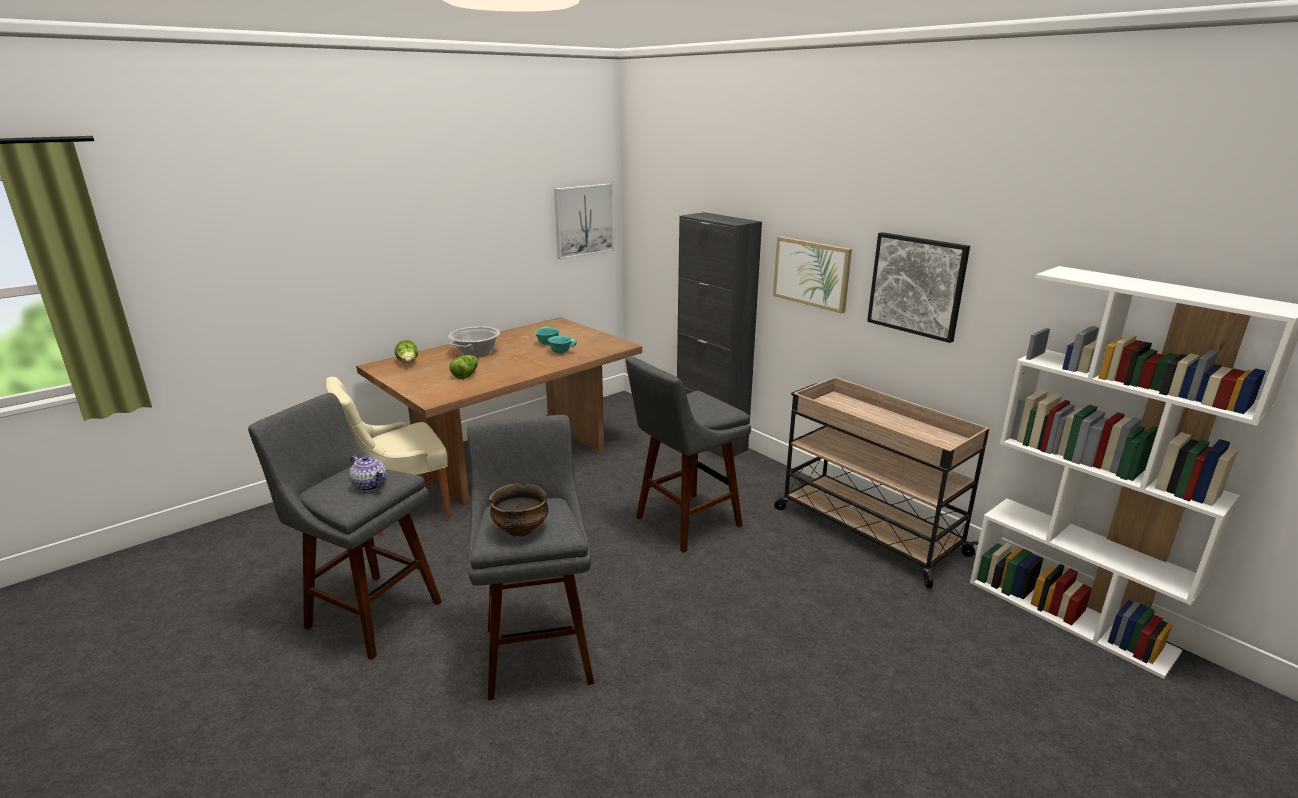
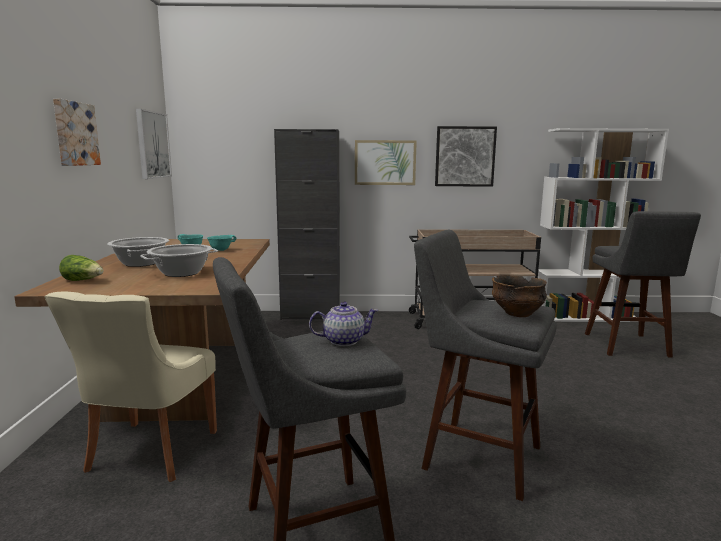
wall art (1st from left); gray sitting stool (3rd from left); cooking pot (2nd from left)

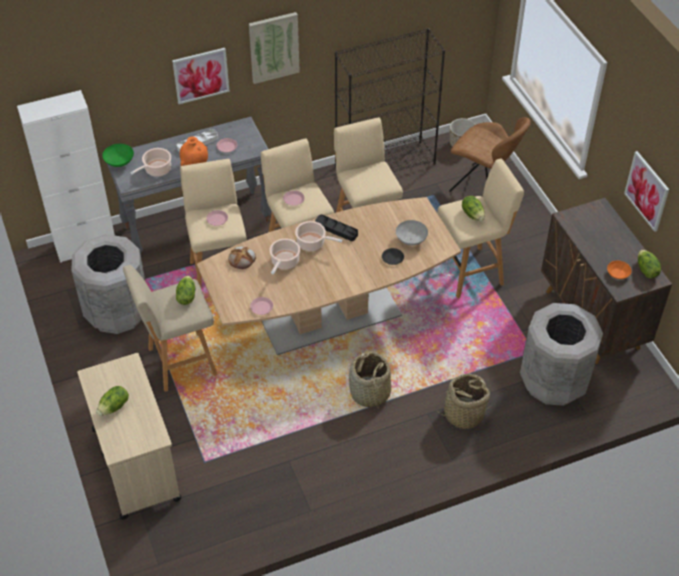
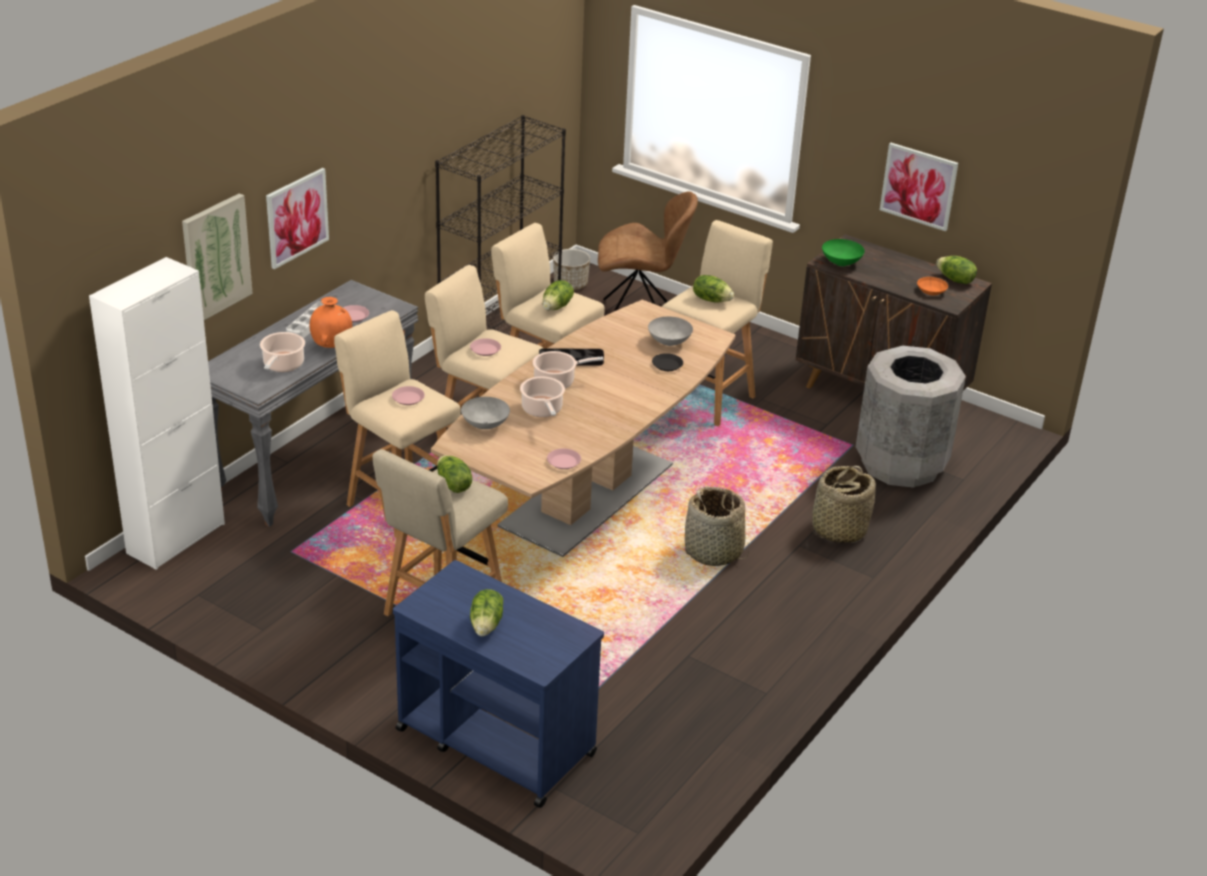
gray trash can (1st from left in the first image); lettuce head (3rd from left); green-coloured bowl; wall art (1st from left); gray bowl (1st from left); bluish trolley

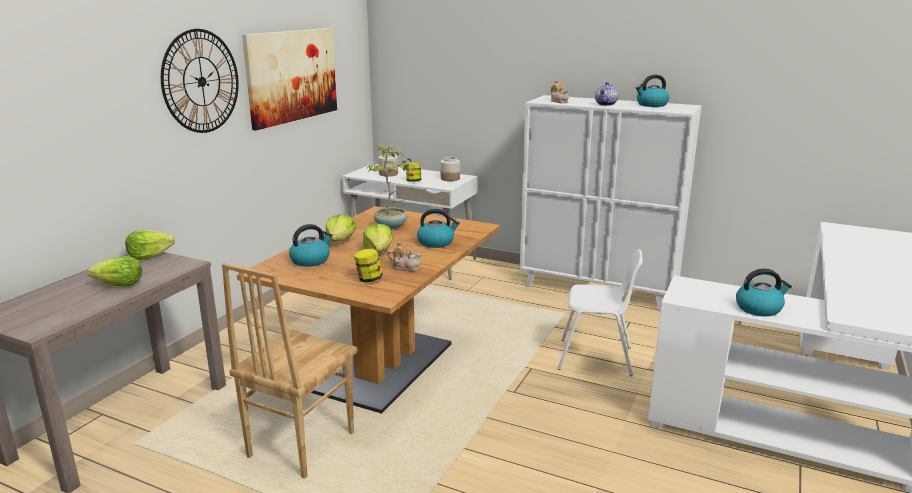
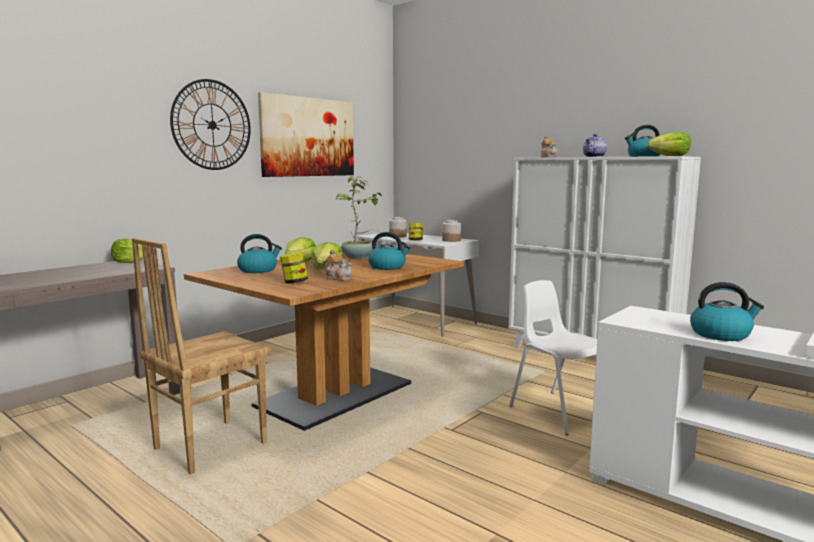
lettuce head (4th from left); white-coloured plain chair

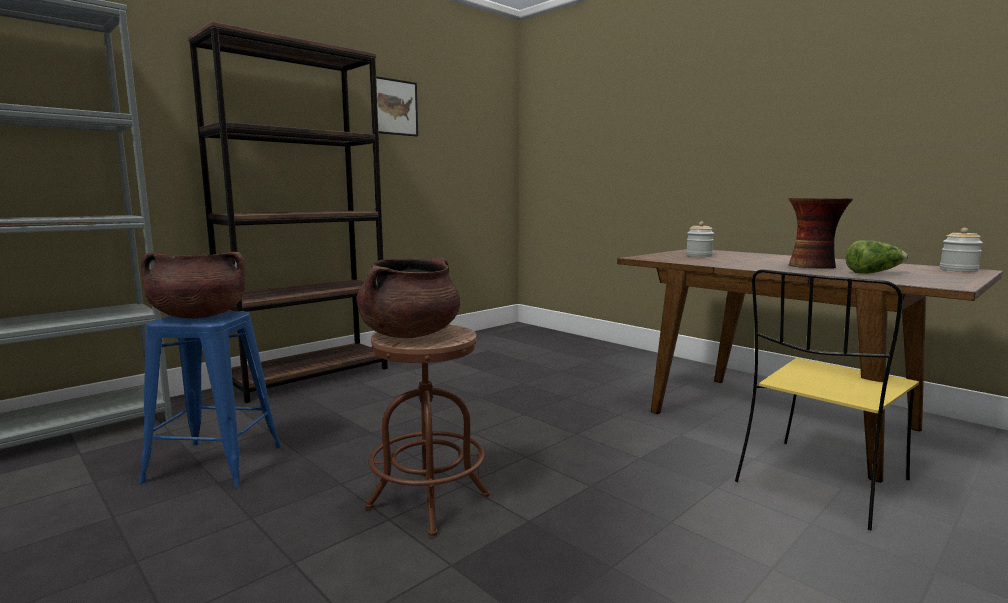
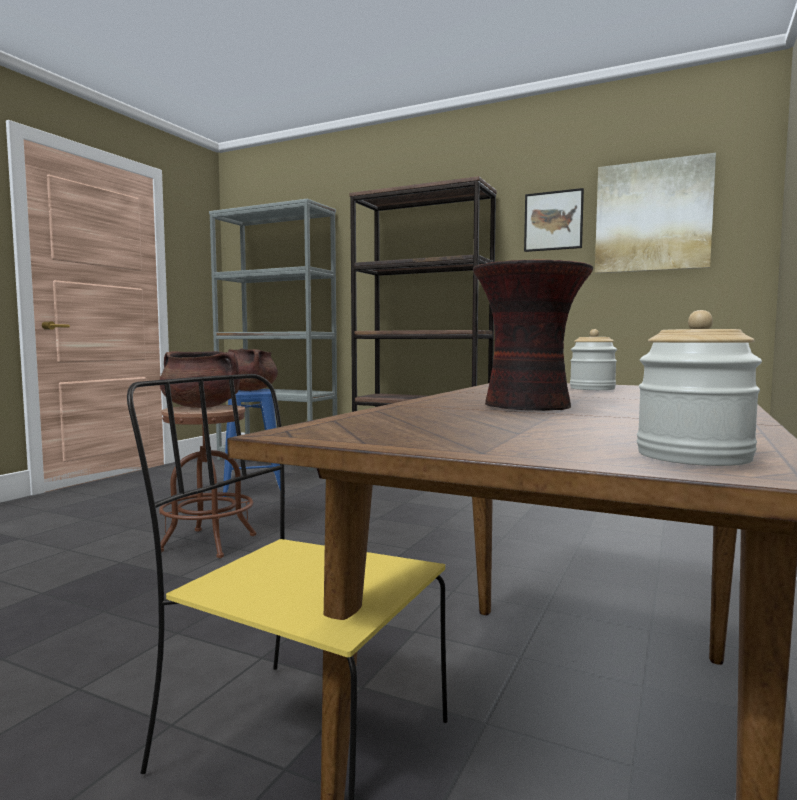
lettuce head; wall art (2nd from left)

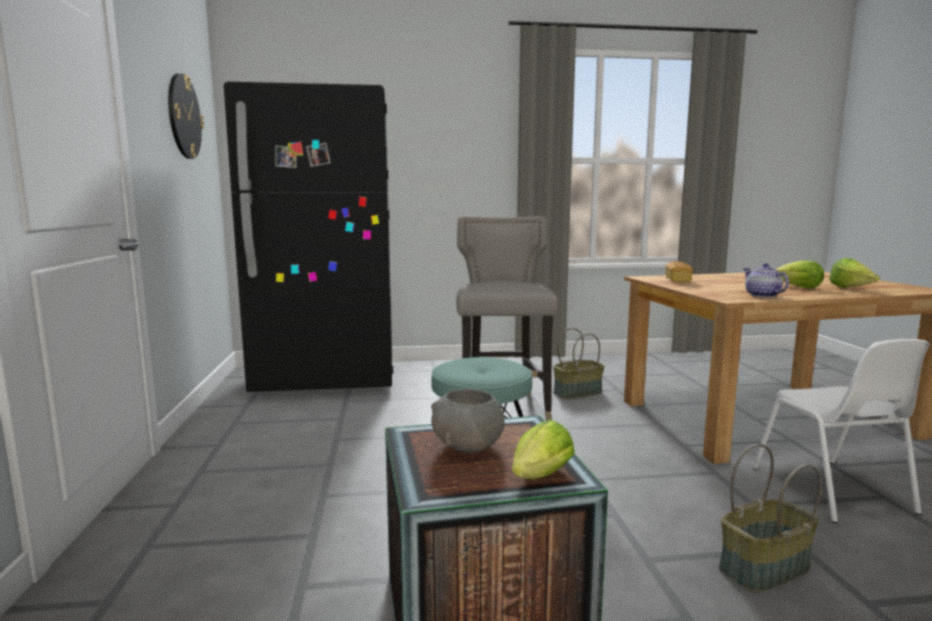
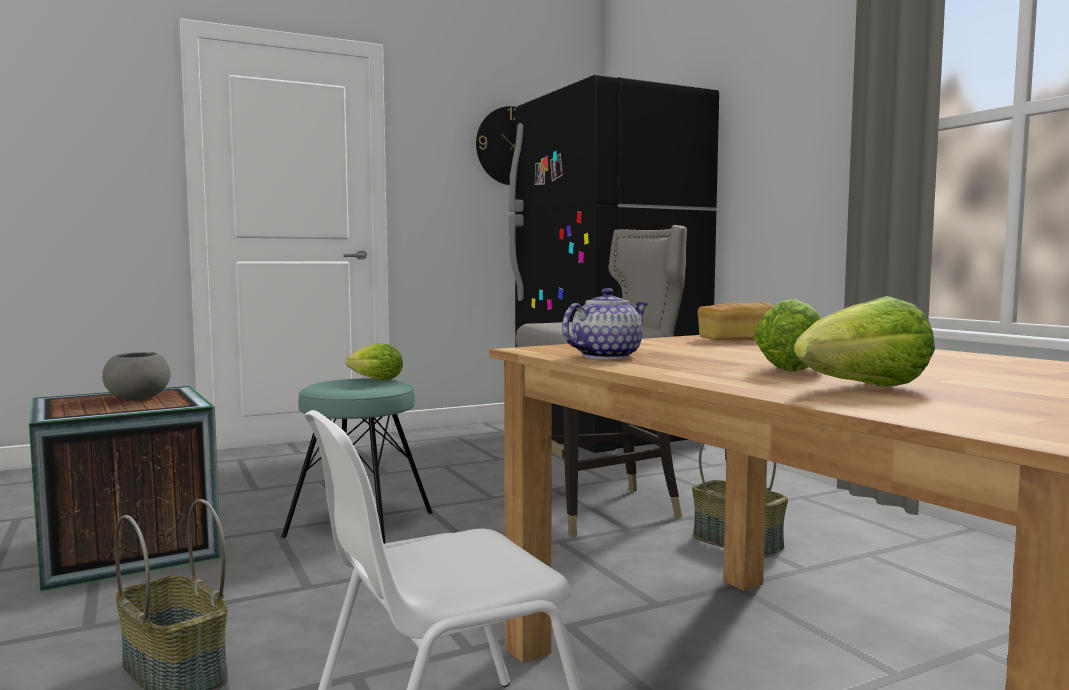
lettuce head (1st from left)

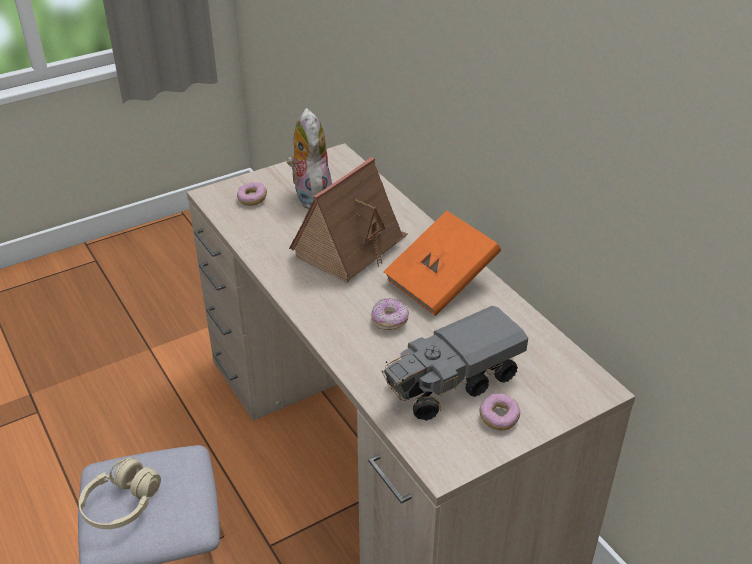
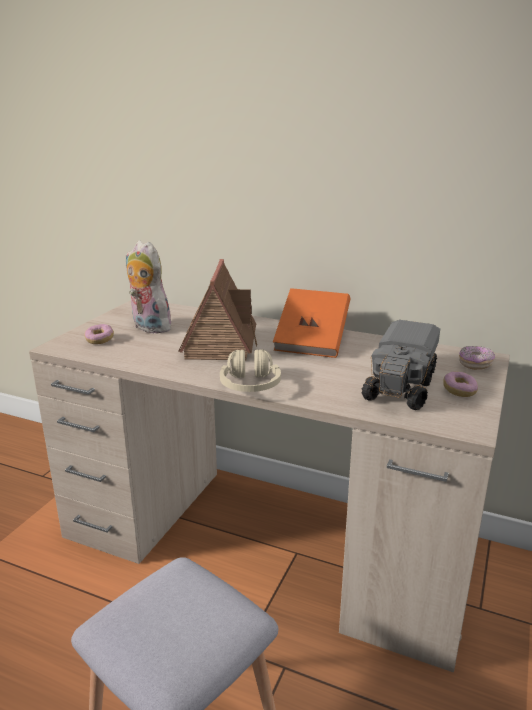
beige-coloured headphones; donut (3rd from left)

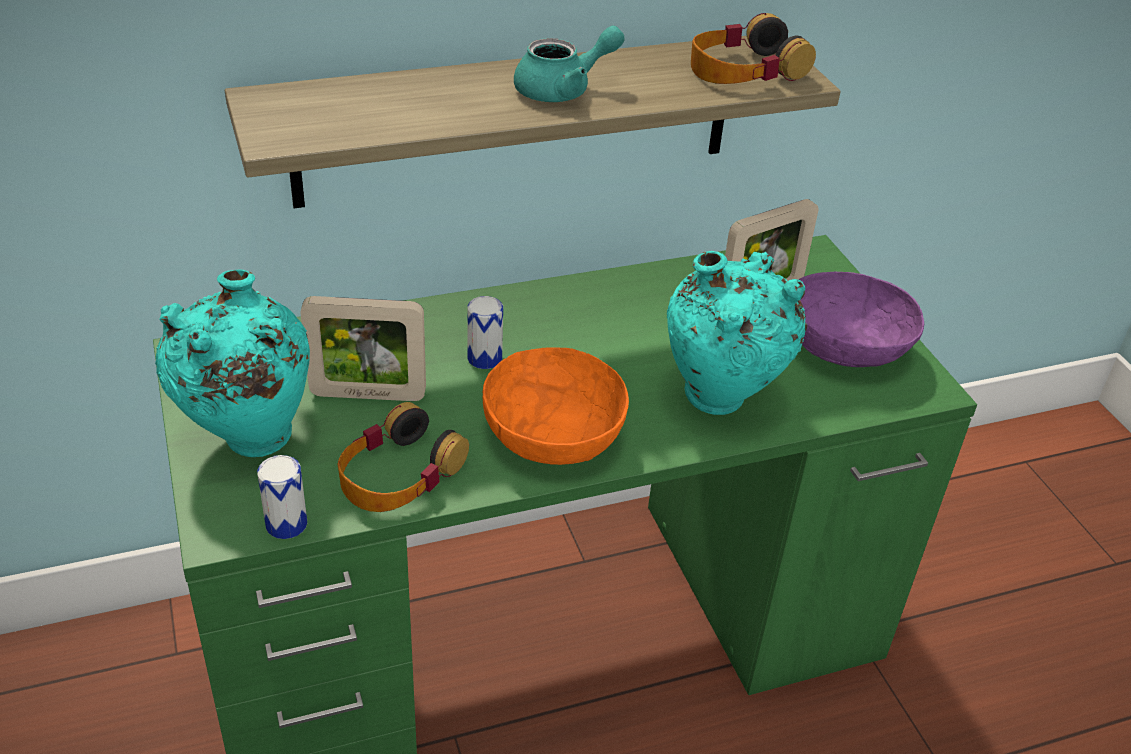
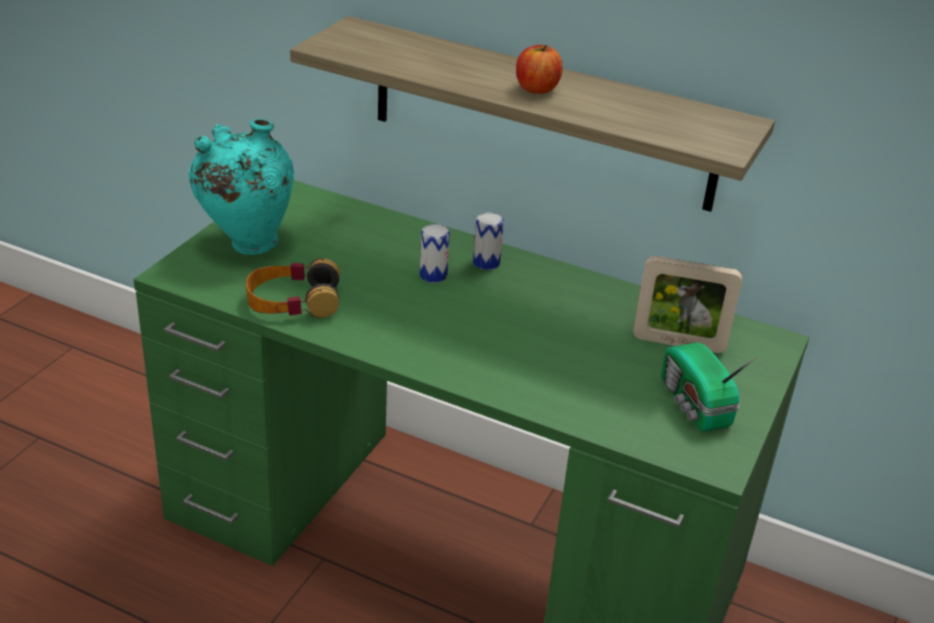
picture frame (1st from left in the first image); orangey bowl; turquoise-coloured flower vase (2nd from left in the first image); headphones (2nd from left in the first image); sealed can (2nd from left); apple; radio receiver

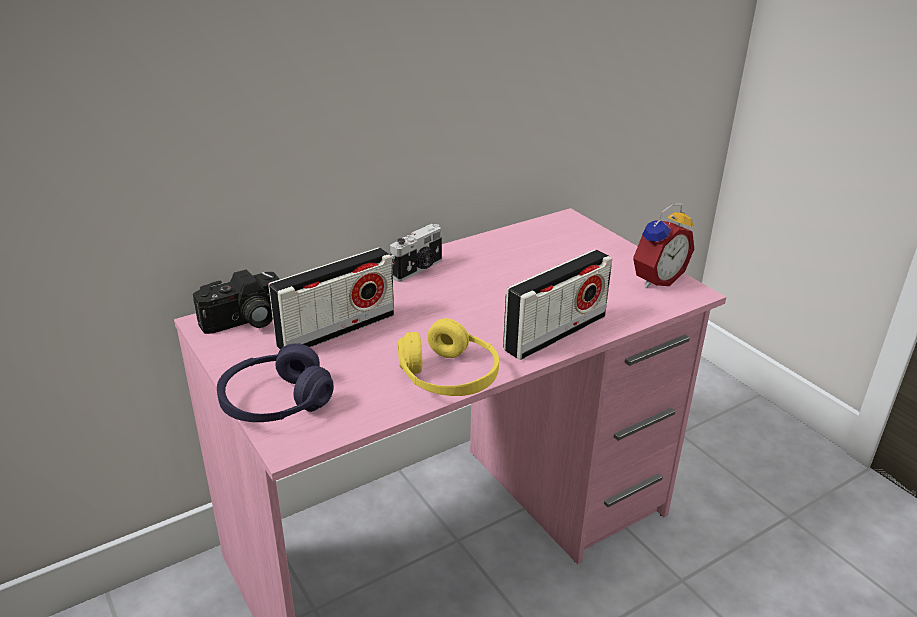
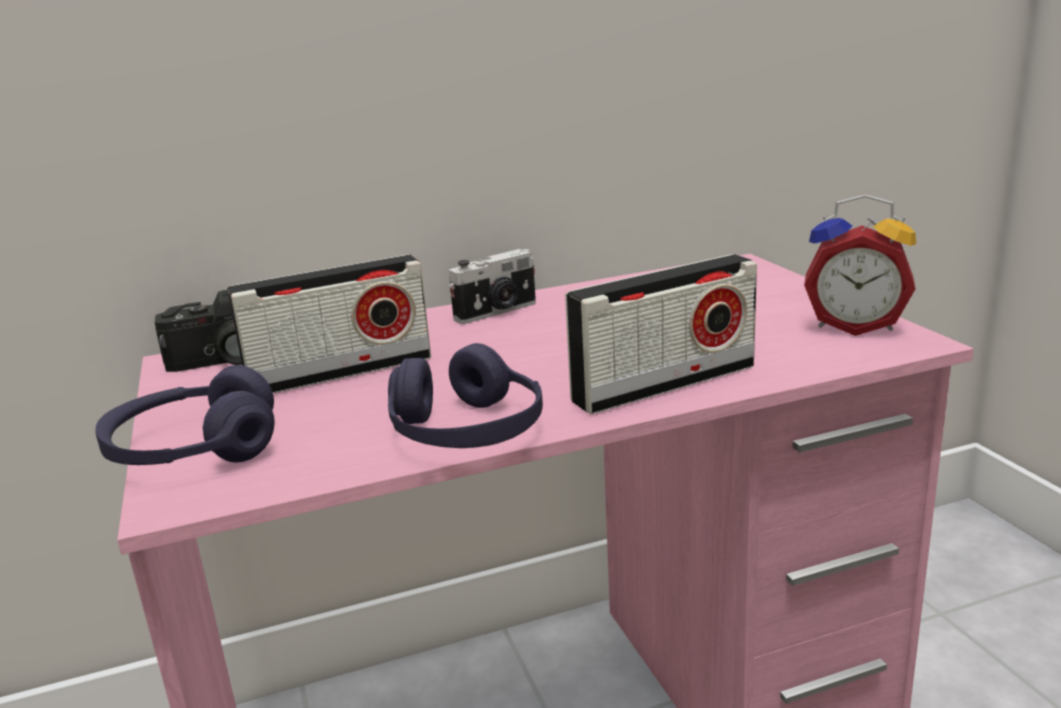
purplish headphones (2nd from left); table clock

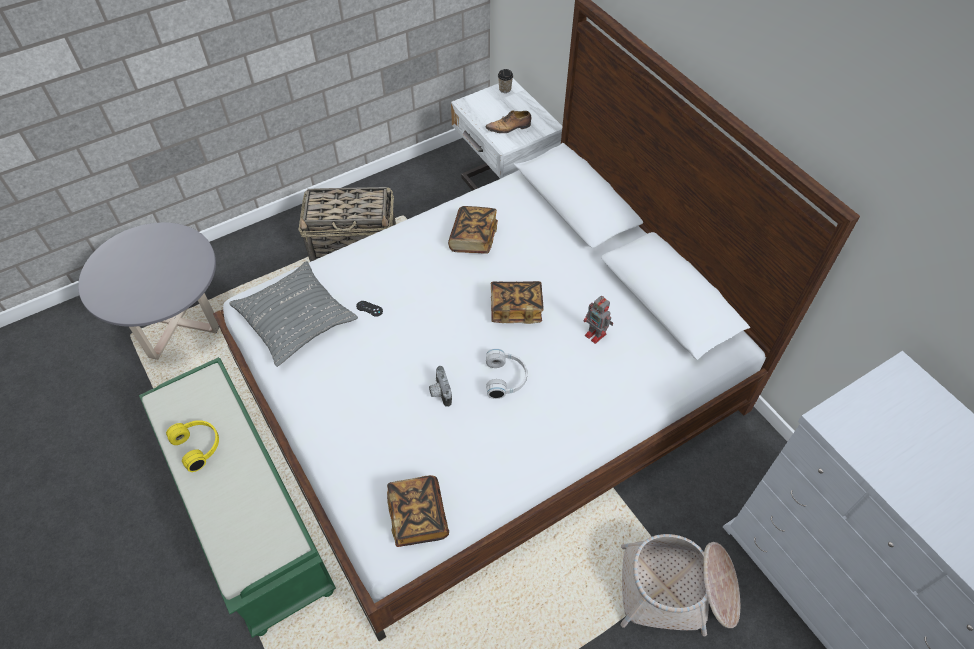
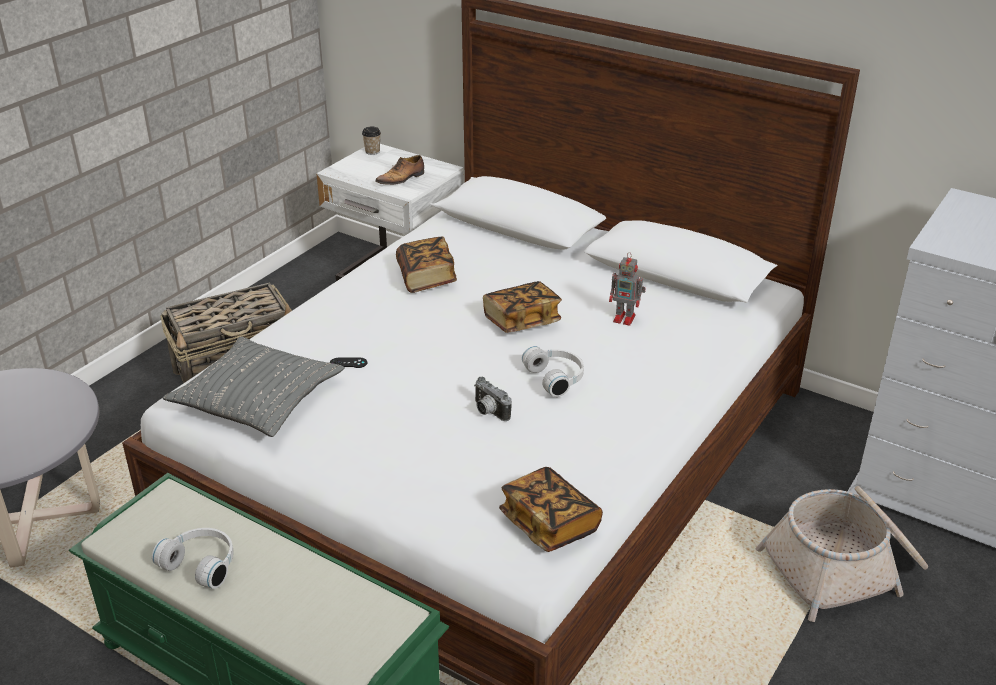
white-coloured headphones (1st from left)

